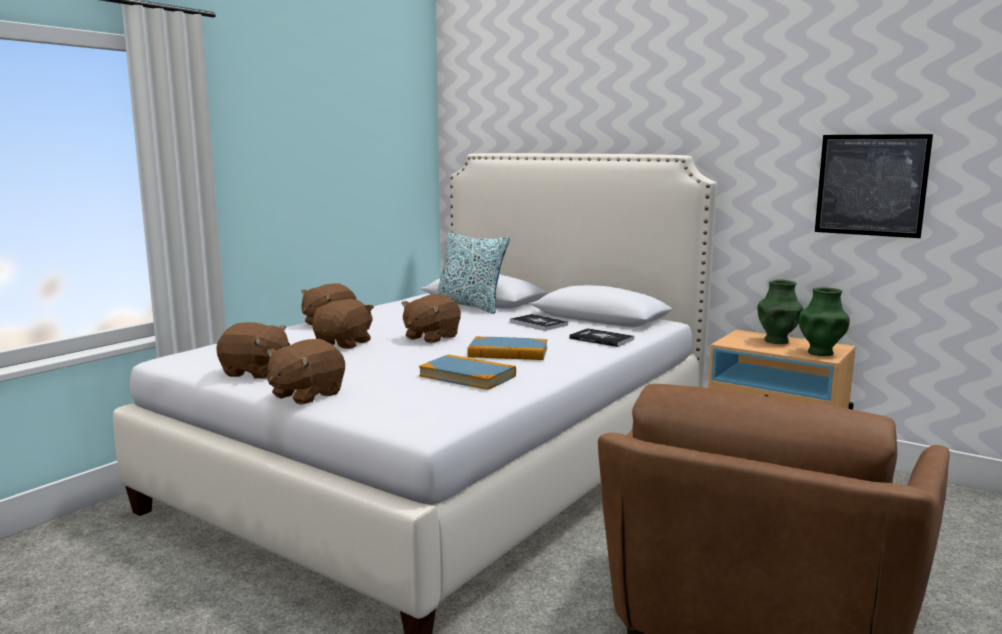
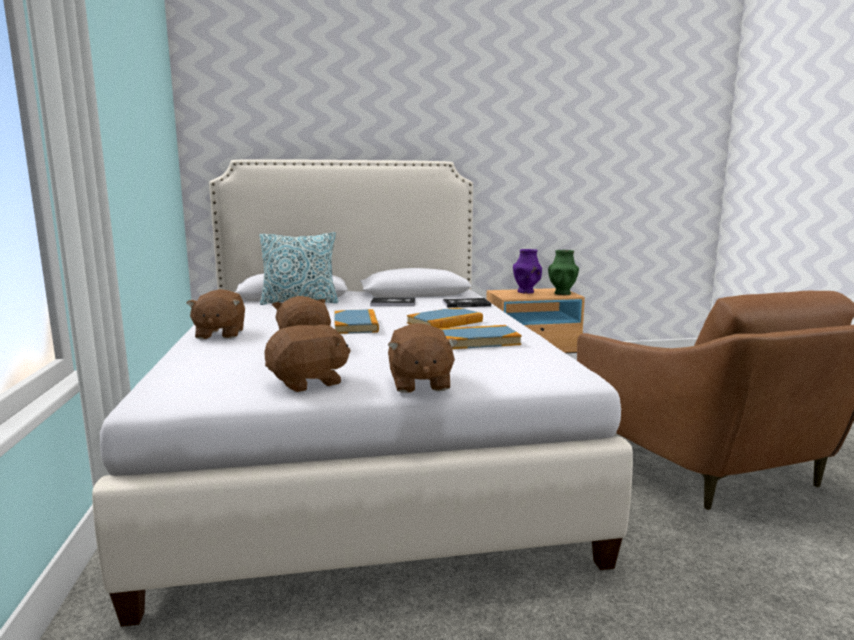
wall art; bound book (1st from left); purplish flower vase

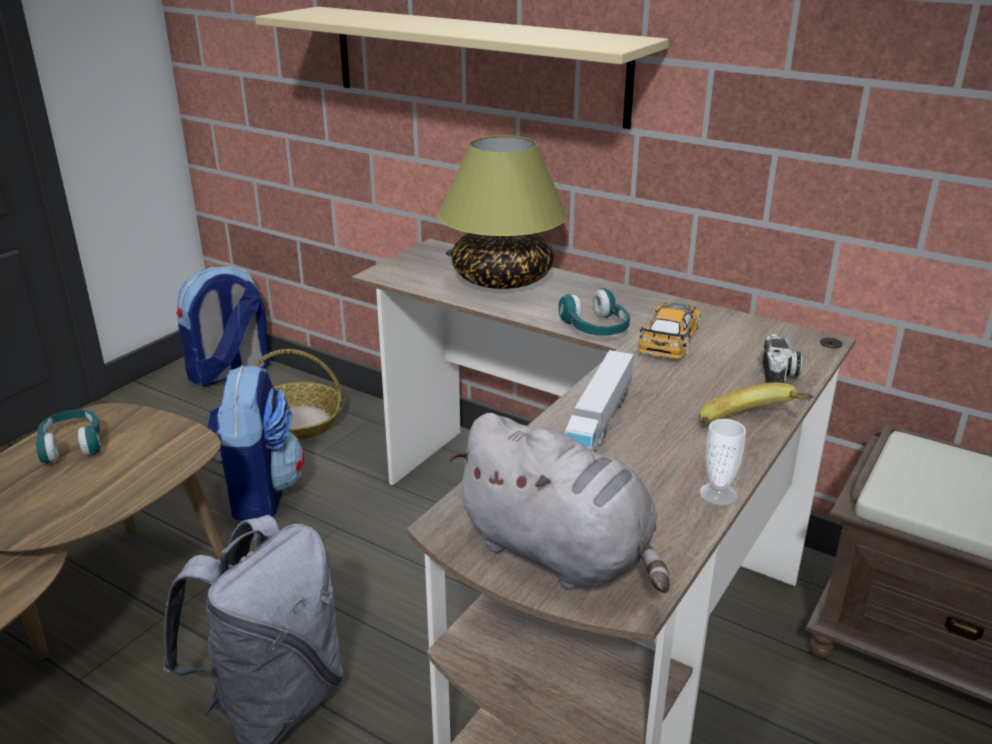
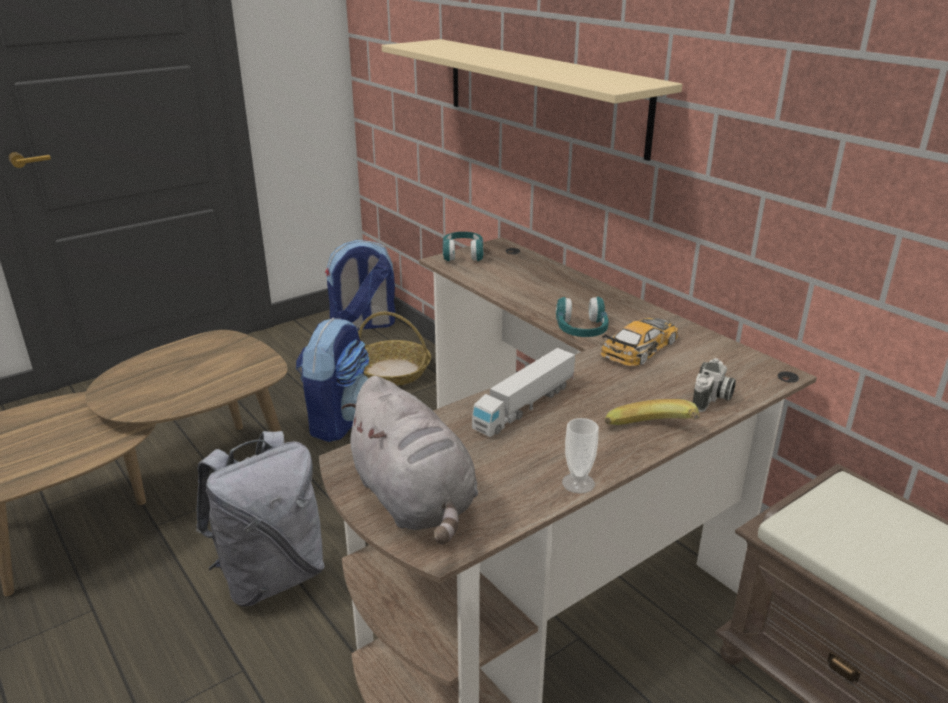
lamp for a table; turquoise-coloured headphones (1st from left)

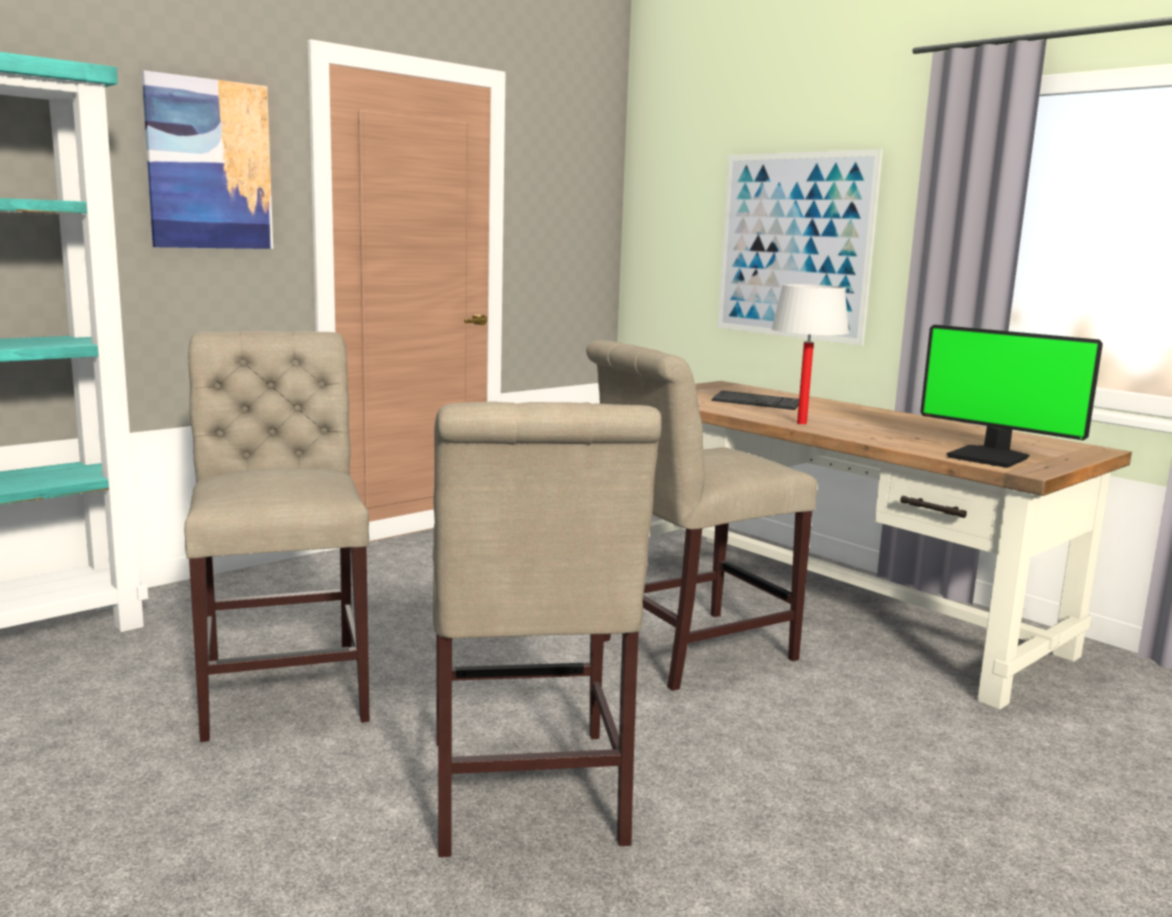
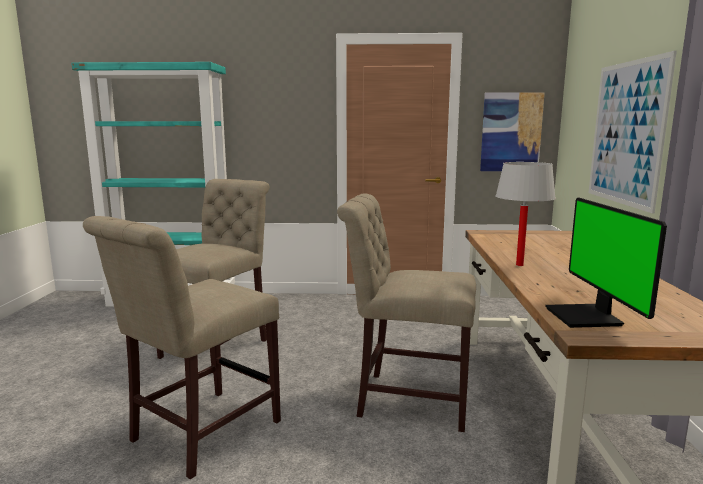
computer keyboard; wall art (1st from left)

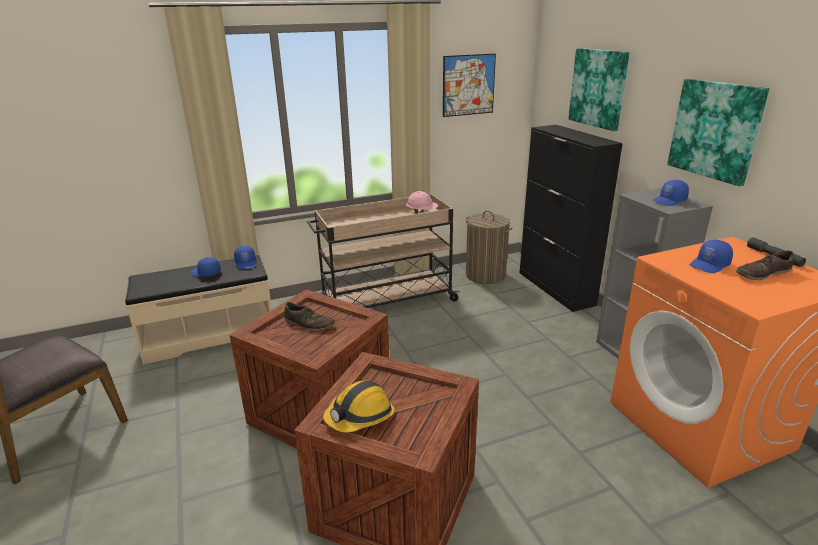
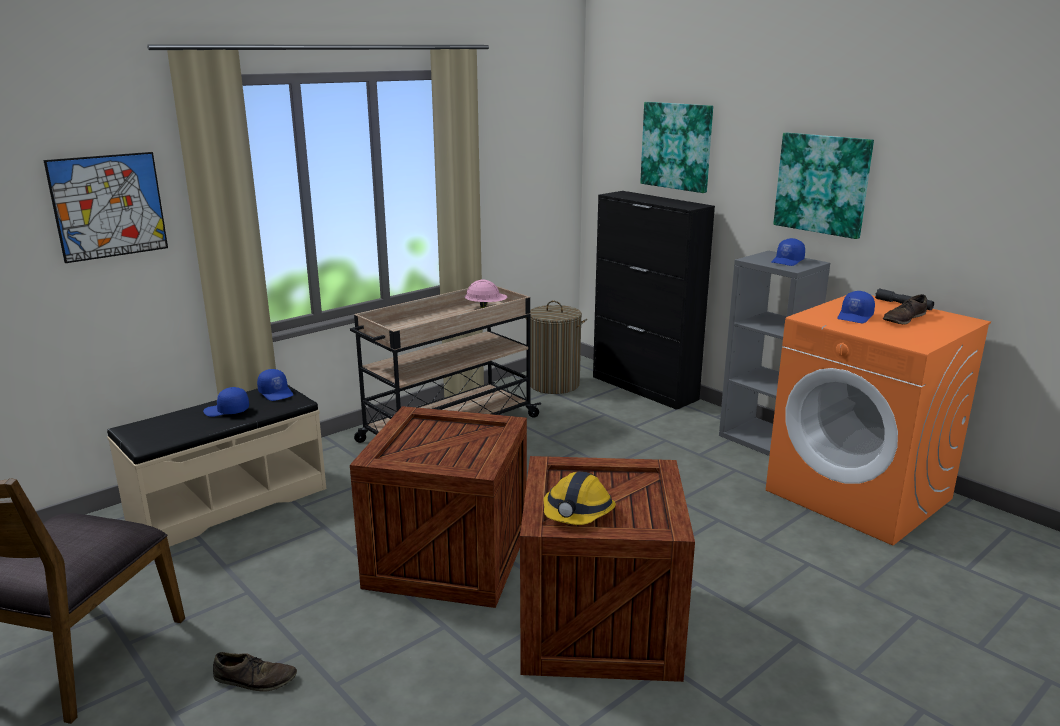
brown-coloured low shoe (1st from left); wall art (1st from left)

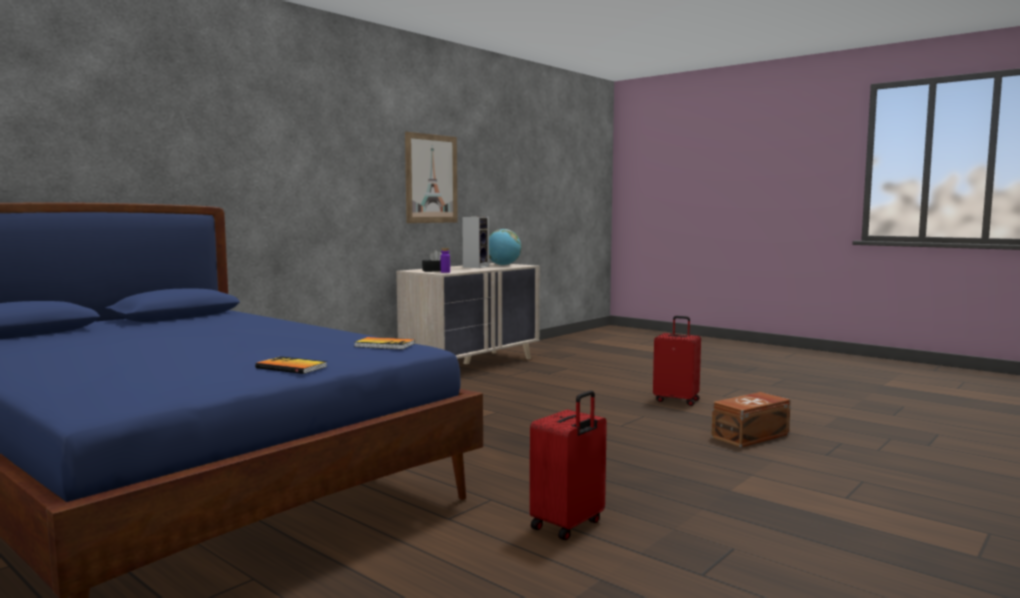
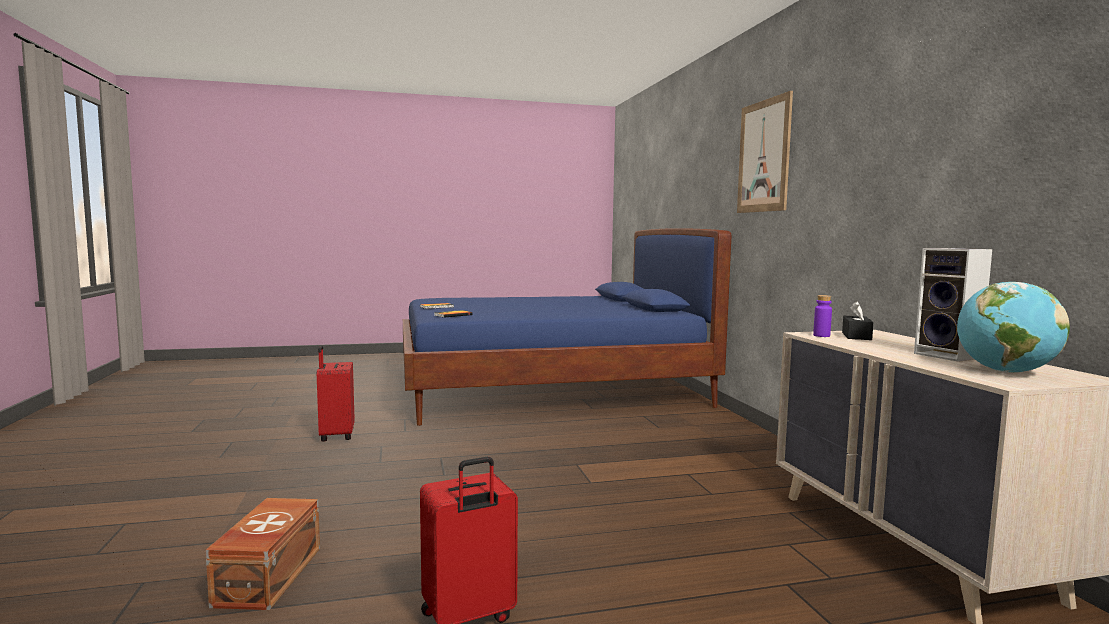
wall art

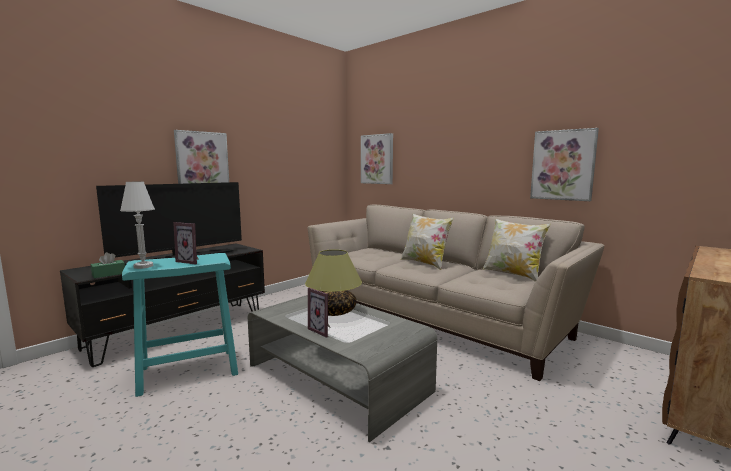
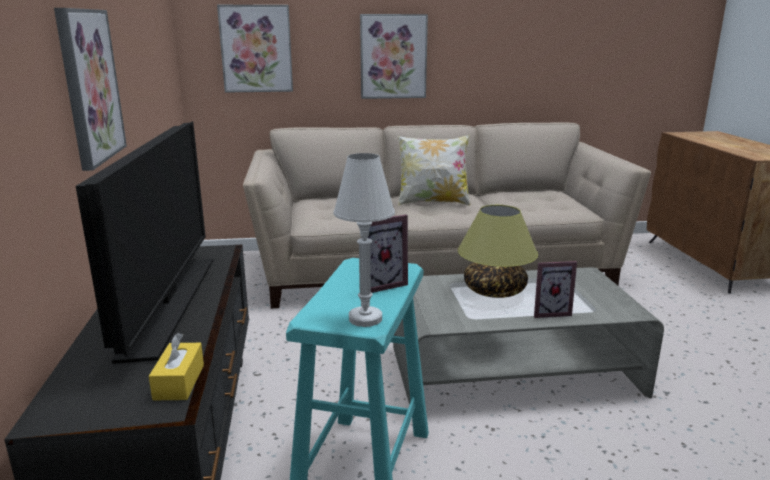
pillow (2nd from left in the first image); wall art (3rd from left); yellowish tissue box

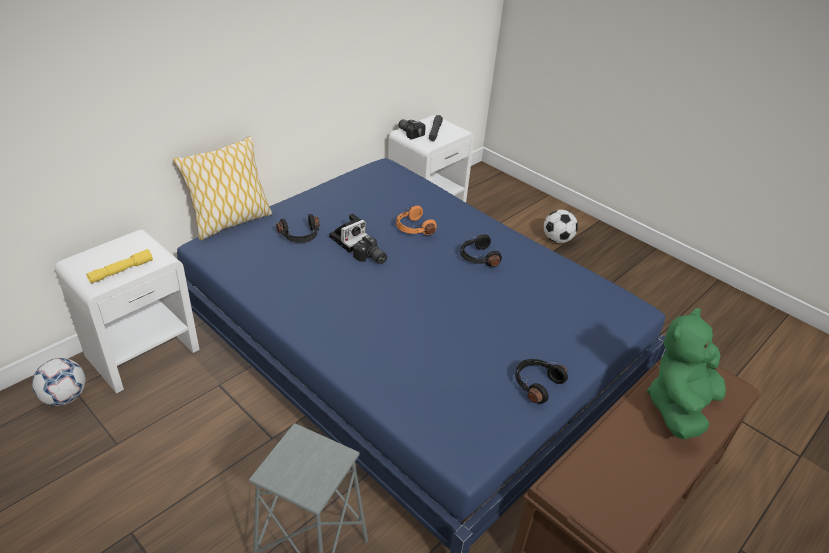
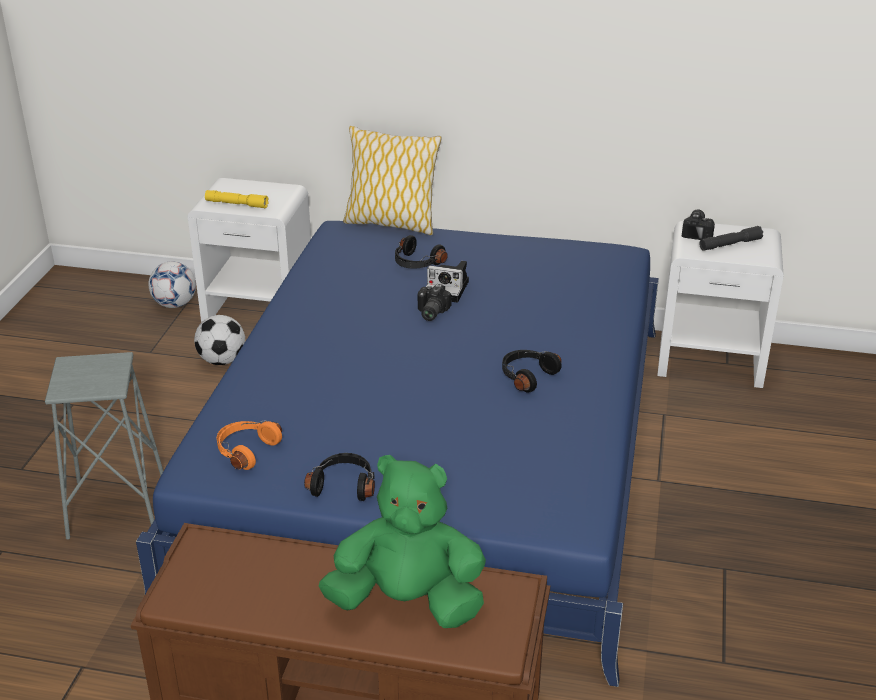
orangey headphones; football ball (2nd from left)

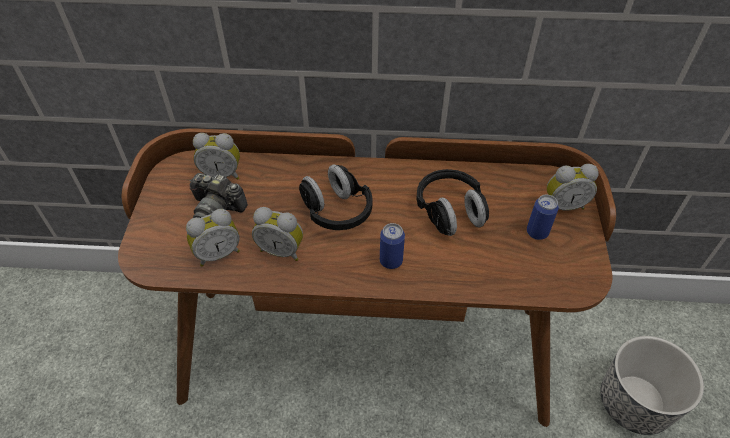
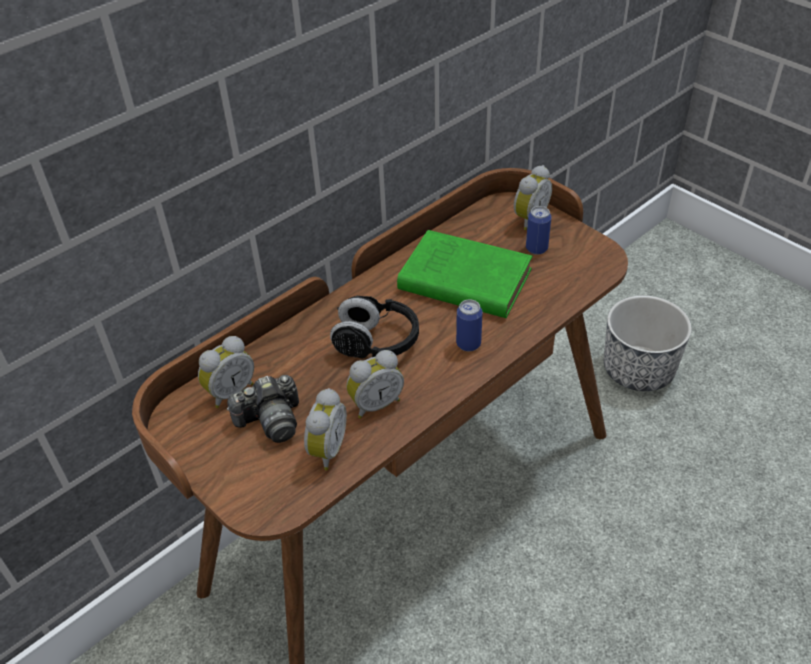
green-coloured bound book

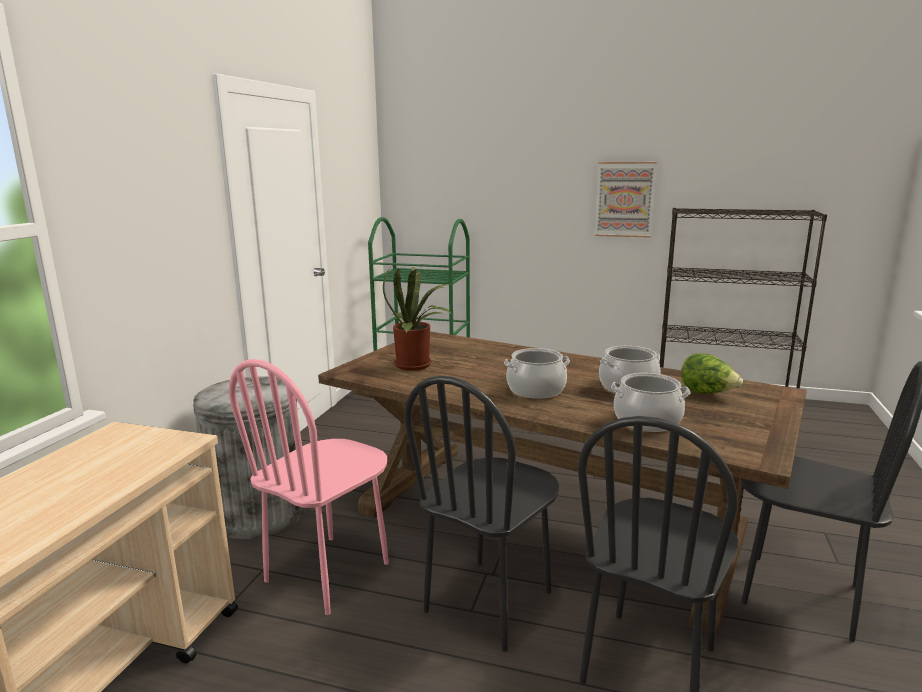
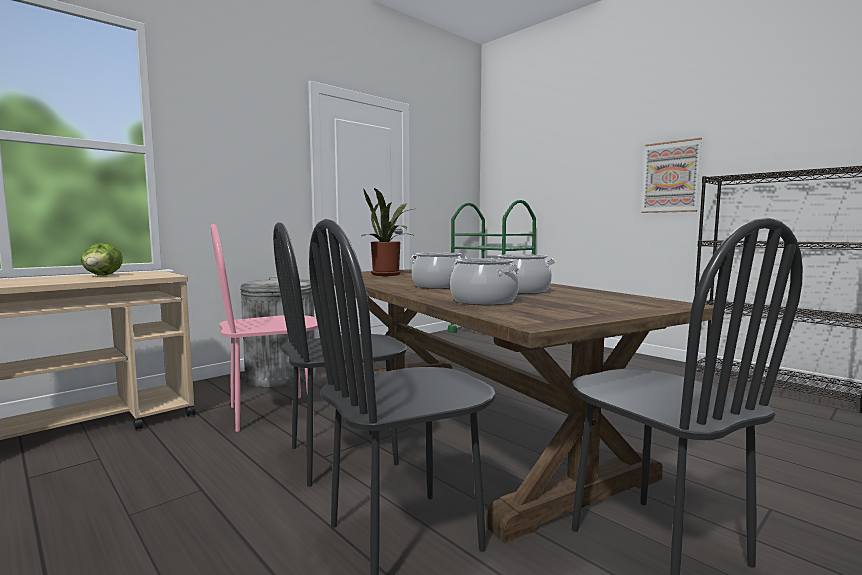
lettuce head

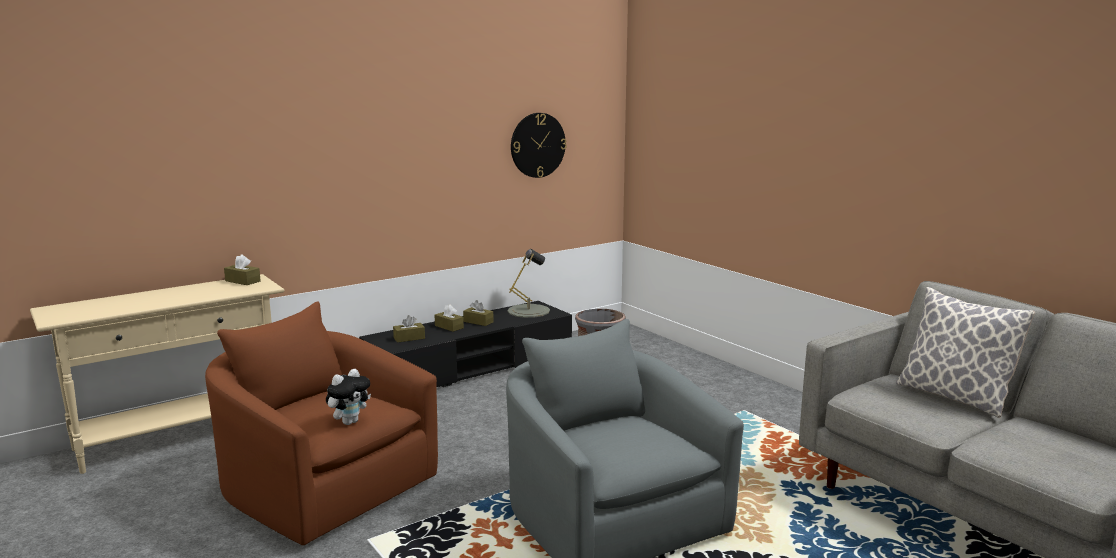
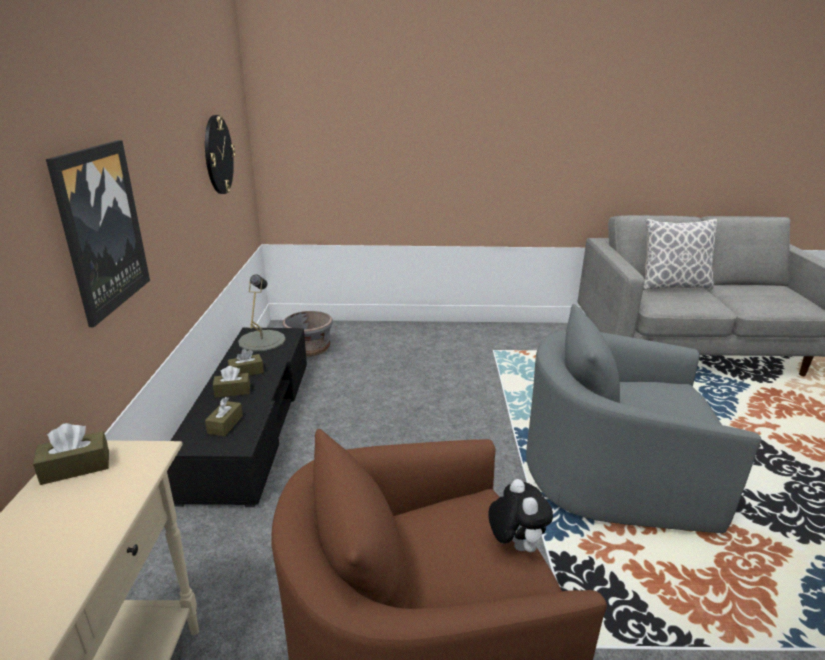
wall art

